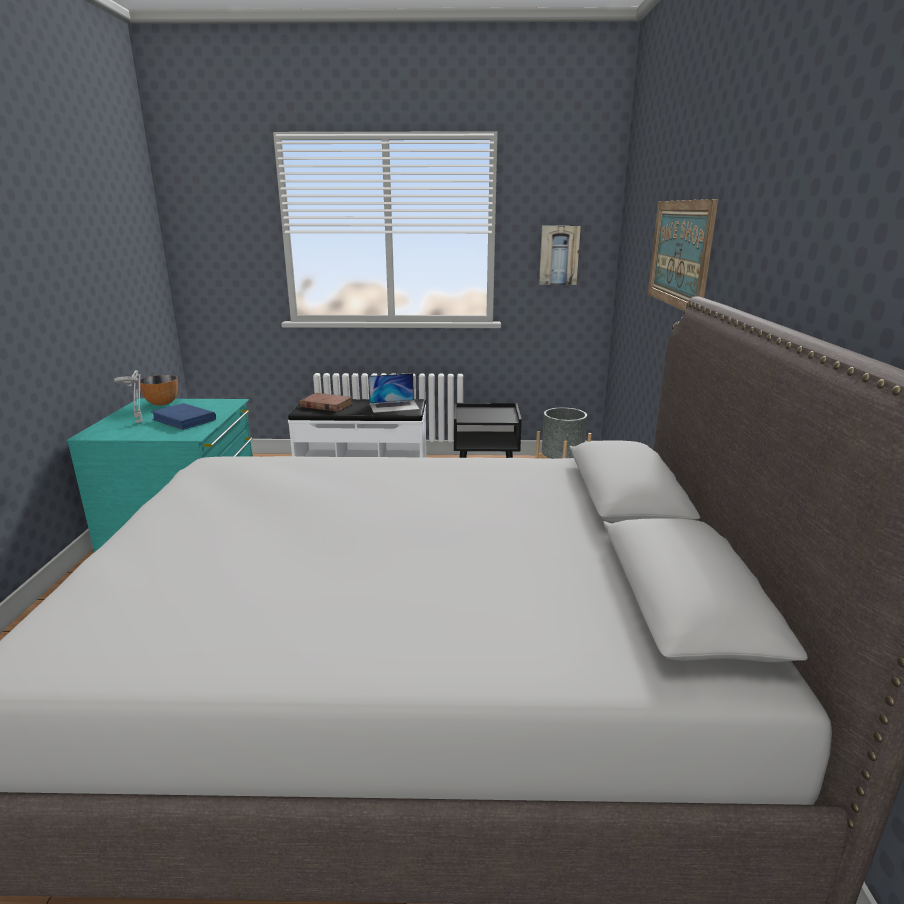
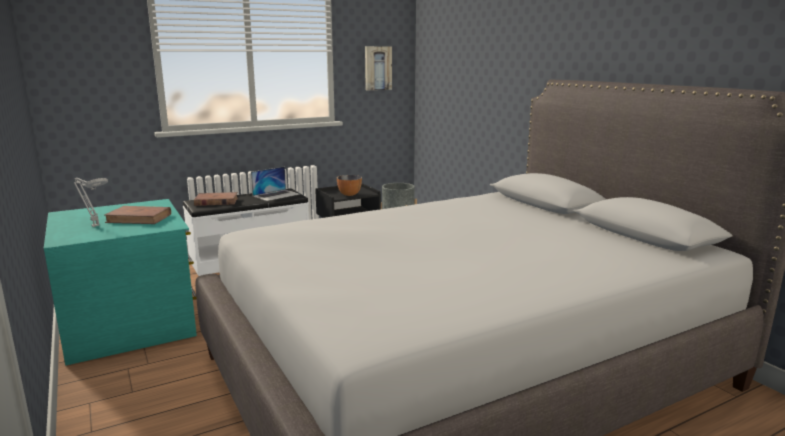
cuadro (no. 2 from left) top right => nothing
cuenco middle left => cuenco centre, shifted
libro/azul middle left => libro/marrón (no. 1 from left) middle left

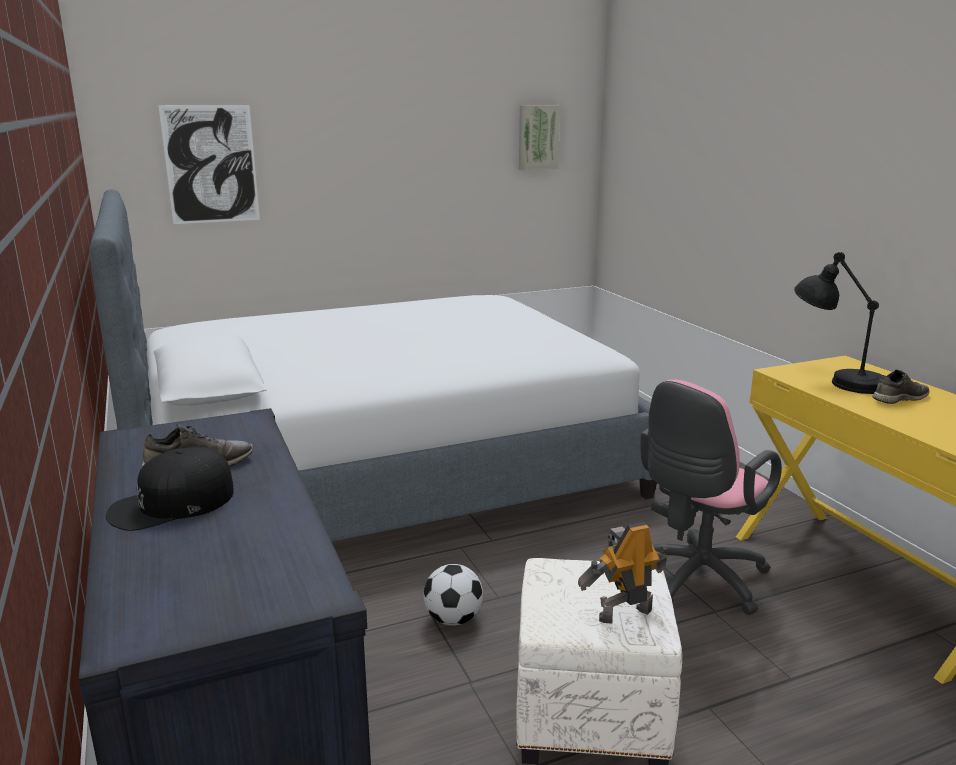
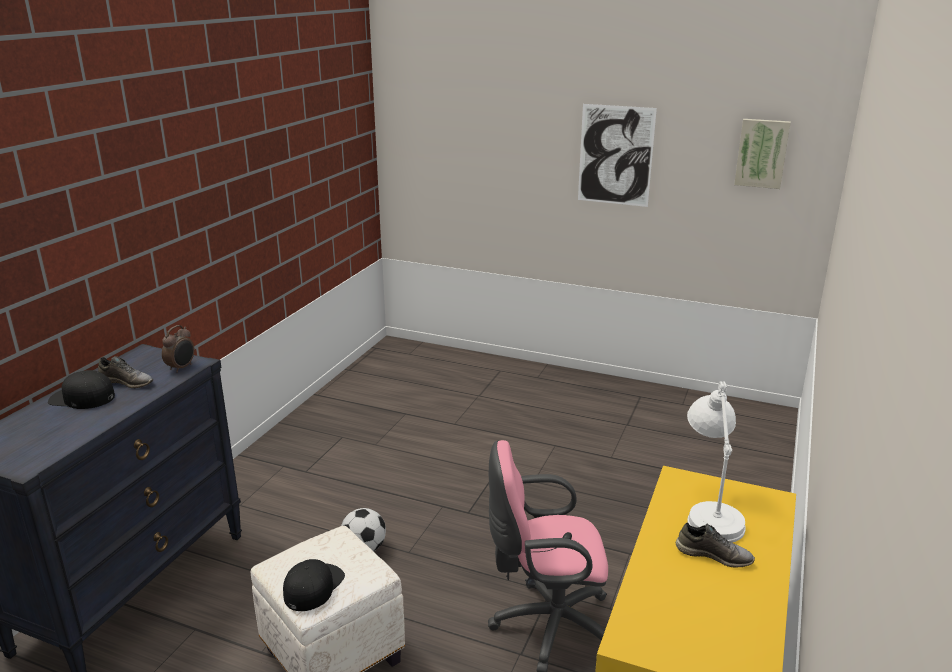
cuadro (no. 1 from left) top left => cuadro (no. 1 from left) top centre, shifted
cama centre => nothing
lámpara de mesa/negro middle right => lámpara de mesa/blanco bottom right
robot de juguete bottom centre => gorra/negro (no. 2 from left) bottom left
nothing => despertador middle left

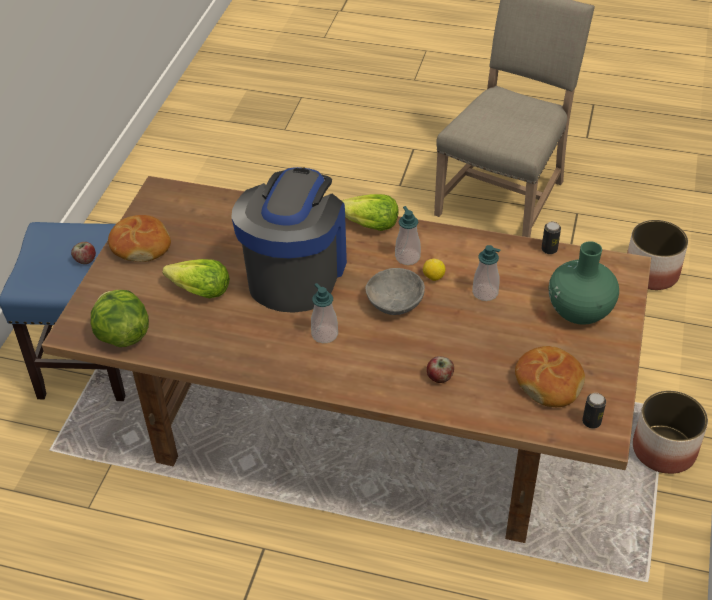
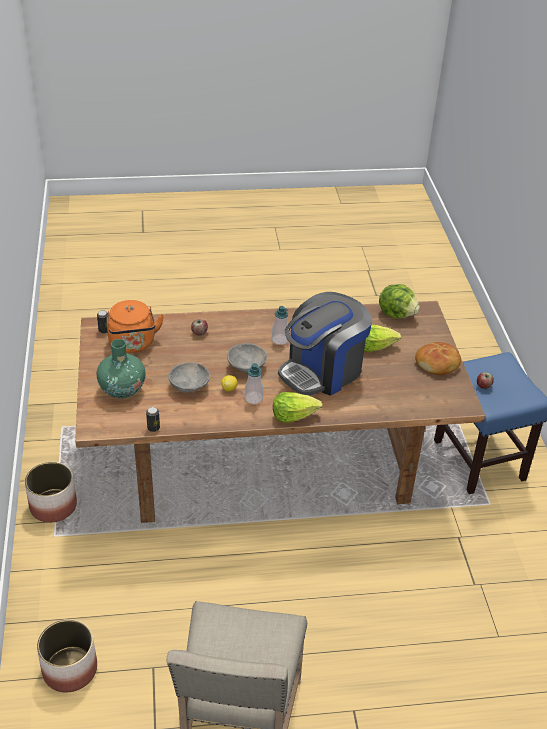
cafetera centre, 60 degrees clockwise
dispensador de jabón (no. 3 from left) middle right => cuenco/gris (no. 1 from left) centre
pan (no. 2 from left) middle right => hervidor/naranja middle left

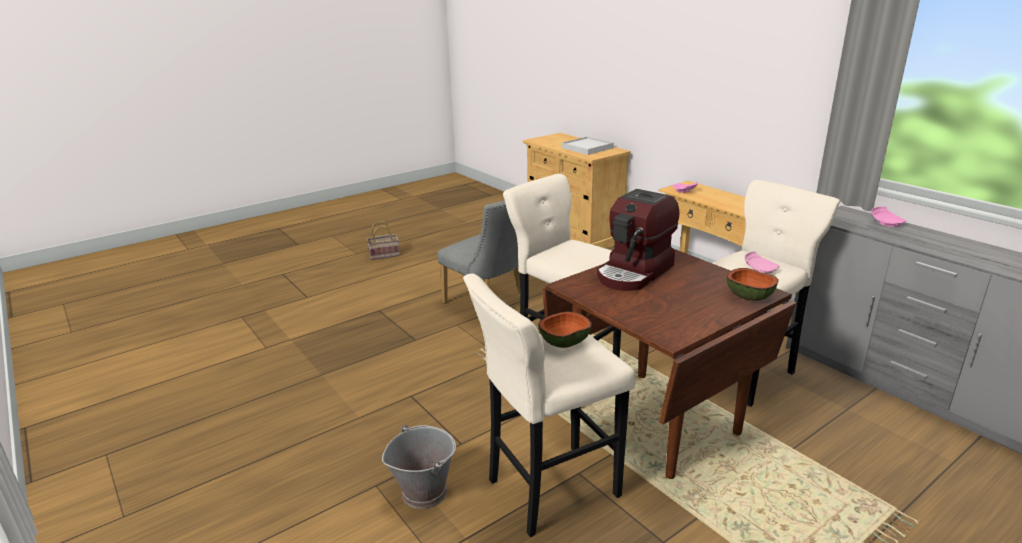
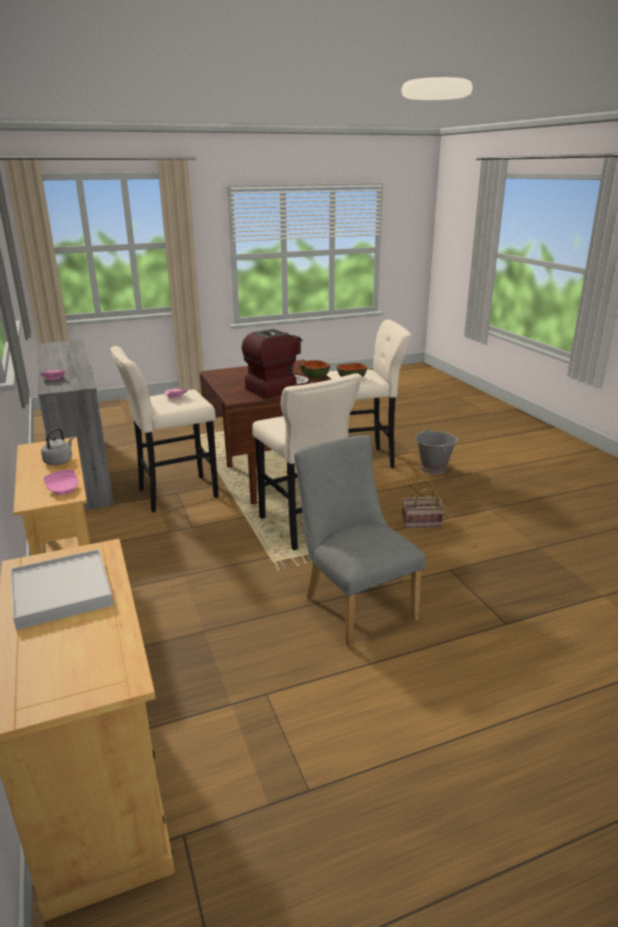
cesta centre => cesta middle right, shifted
cuenco (no. 2 from left in the first image) middle right => cuenco (no. 1 from left) centre, shifted
nothing => hervidor/gris middle left

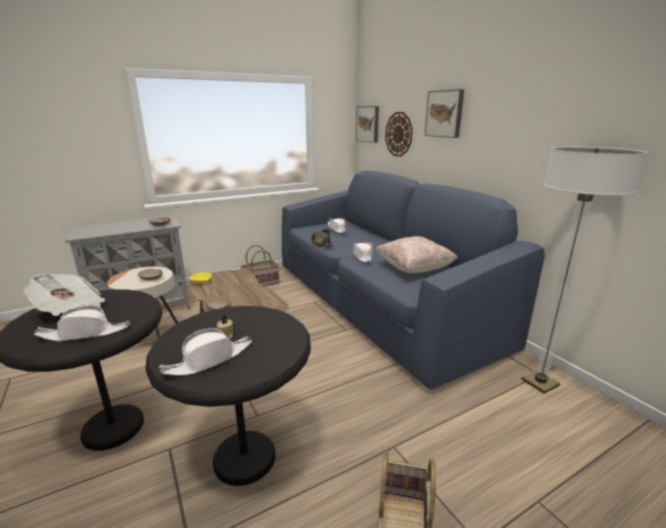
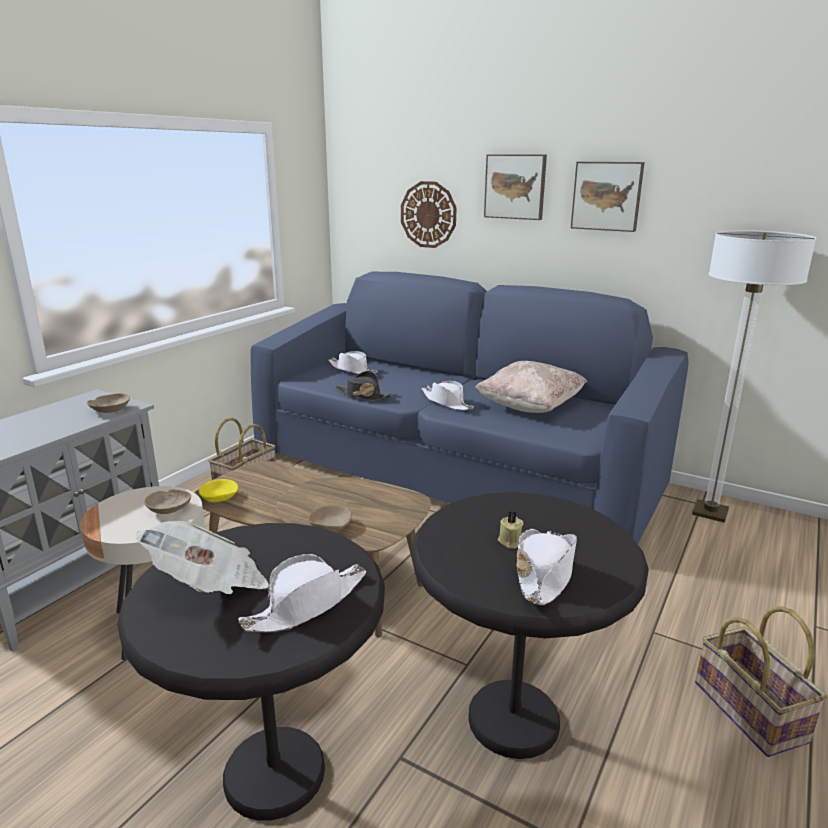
cuadro (no. 1 from left in the first image) top centre => cuadro (no. 2 from left) top right, shifted

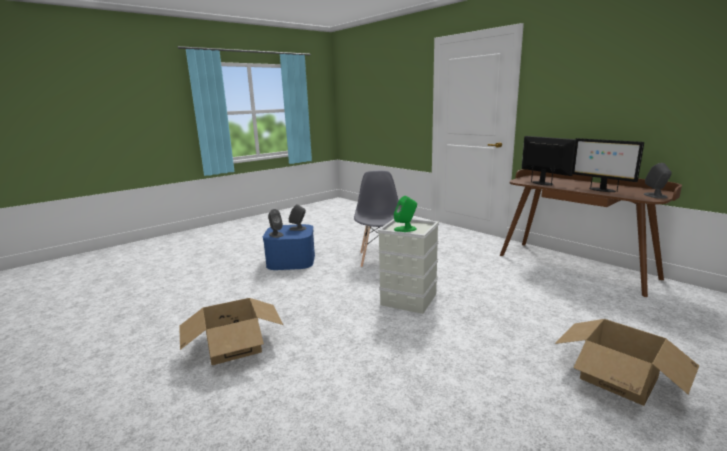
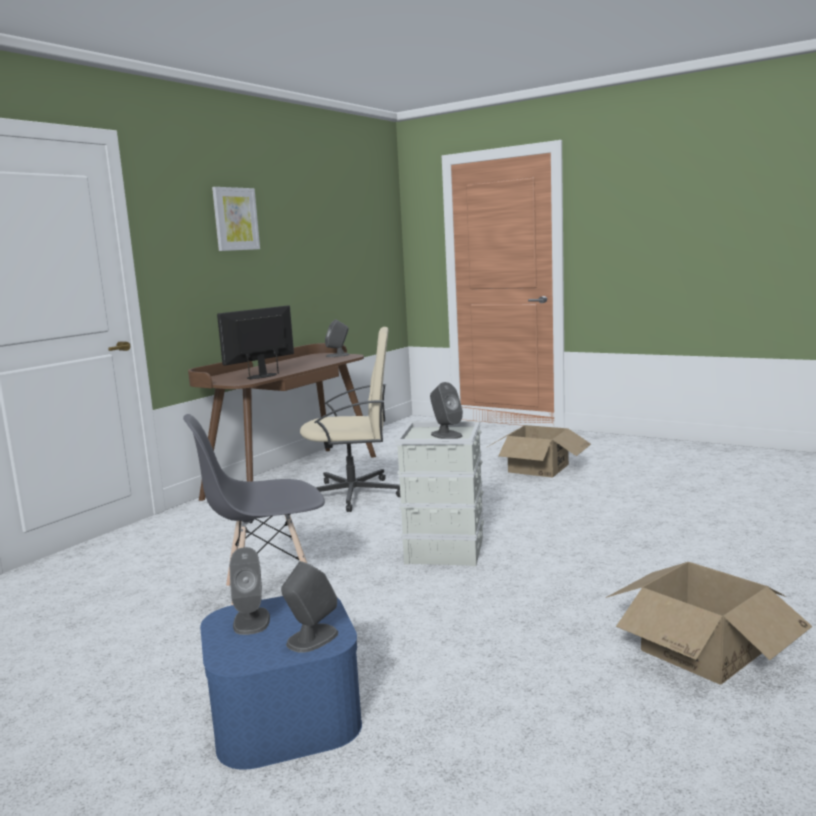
monitor (no. 2 from left) middle right => nothing
altavoz/verde centre => altavoz/gris (no. 4 from left) centre
nothing => cuadro top left
nothing => silla de oficina/beis centre

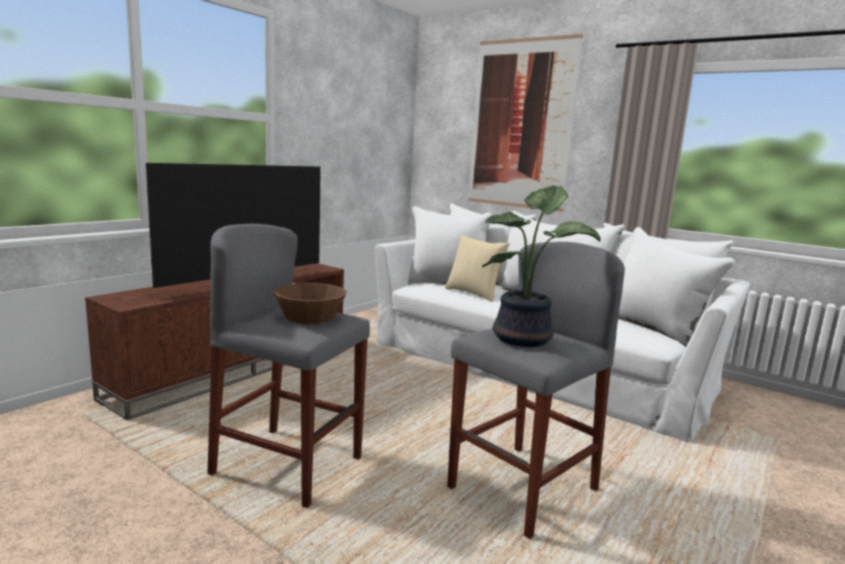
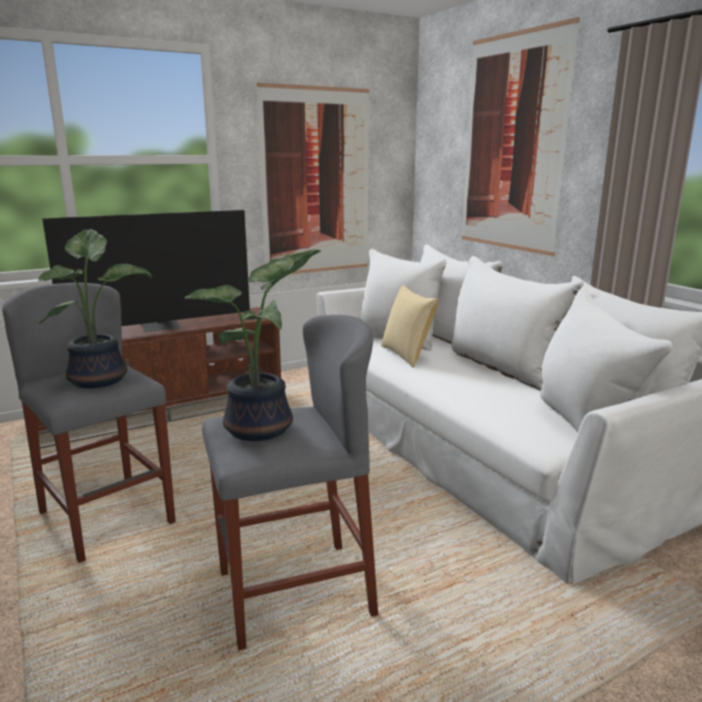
cuenco/marrón centre => planta en maceta (no. 1 from left) middle left
nothing => cuadro (no. 1 from left) top centre

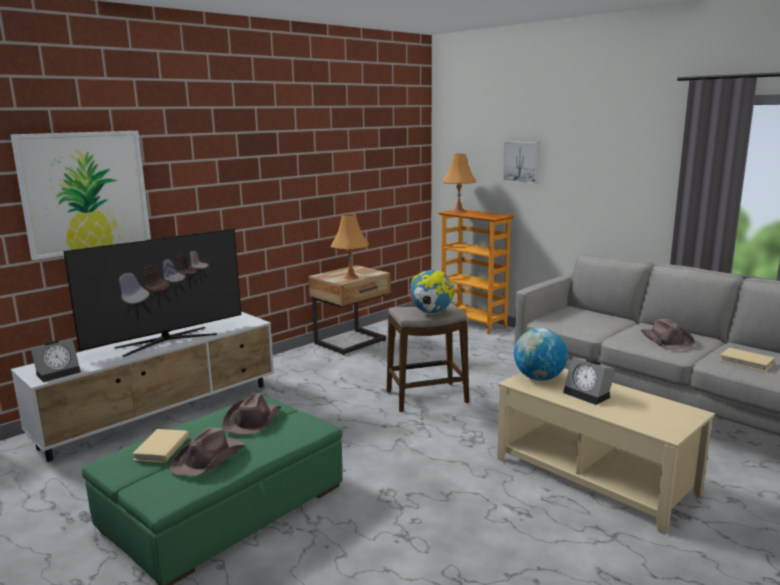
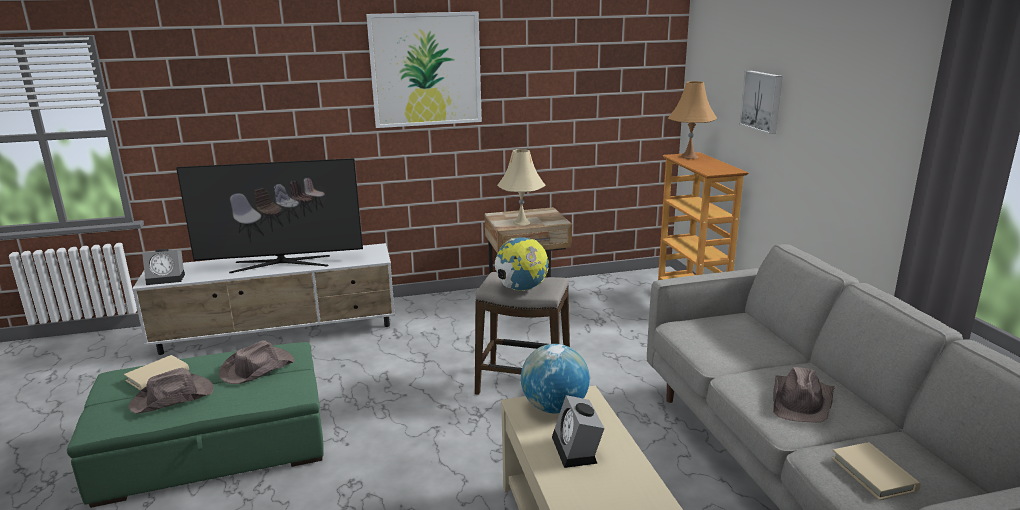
cuadro (no. 1 from left) middle left => cuadro (no. 1 from left) top centre, shifted
lámpara de mesa/naranja (no. 1 from left) centre => lámpara de mesa/beis centre

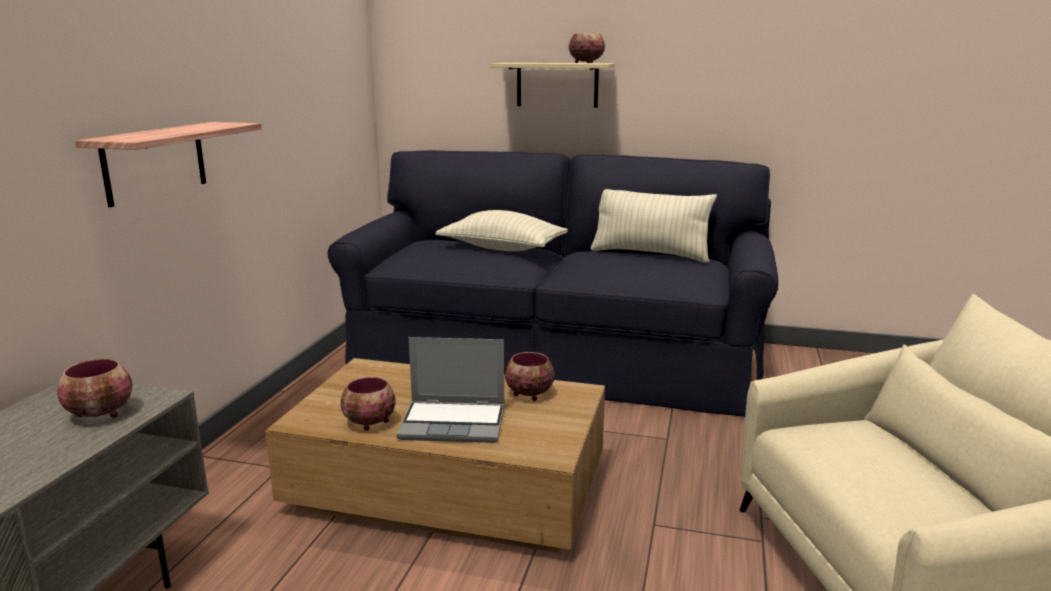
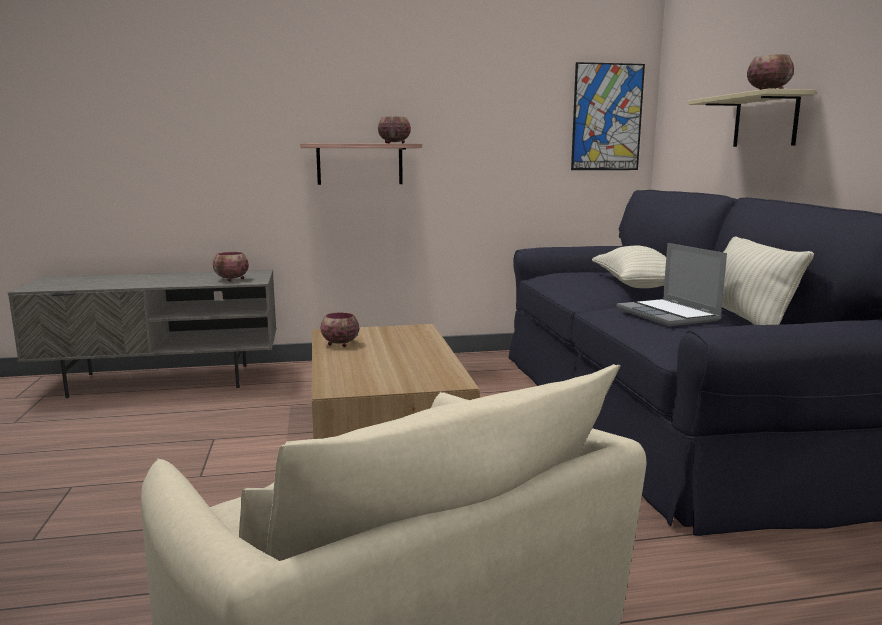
portátil centre => portátil middle right, shifted
cuenco (no. 3 from left) centre => cuenco (no. 3 from left) top centre, shifted
nothing => cuadro top right

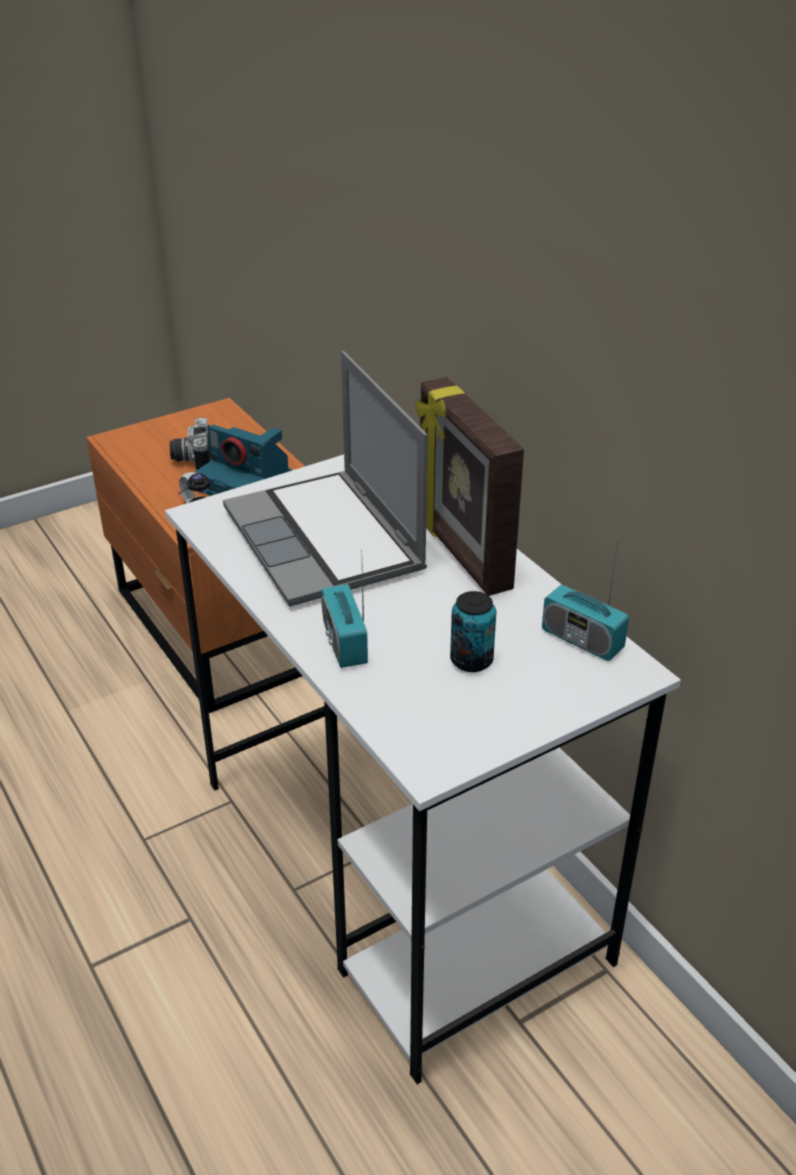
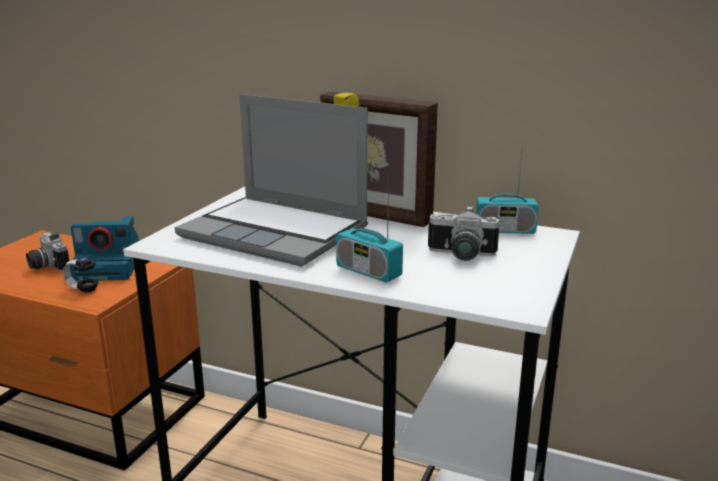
lata centre => cámara (no. 3 from left) centre

